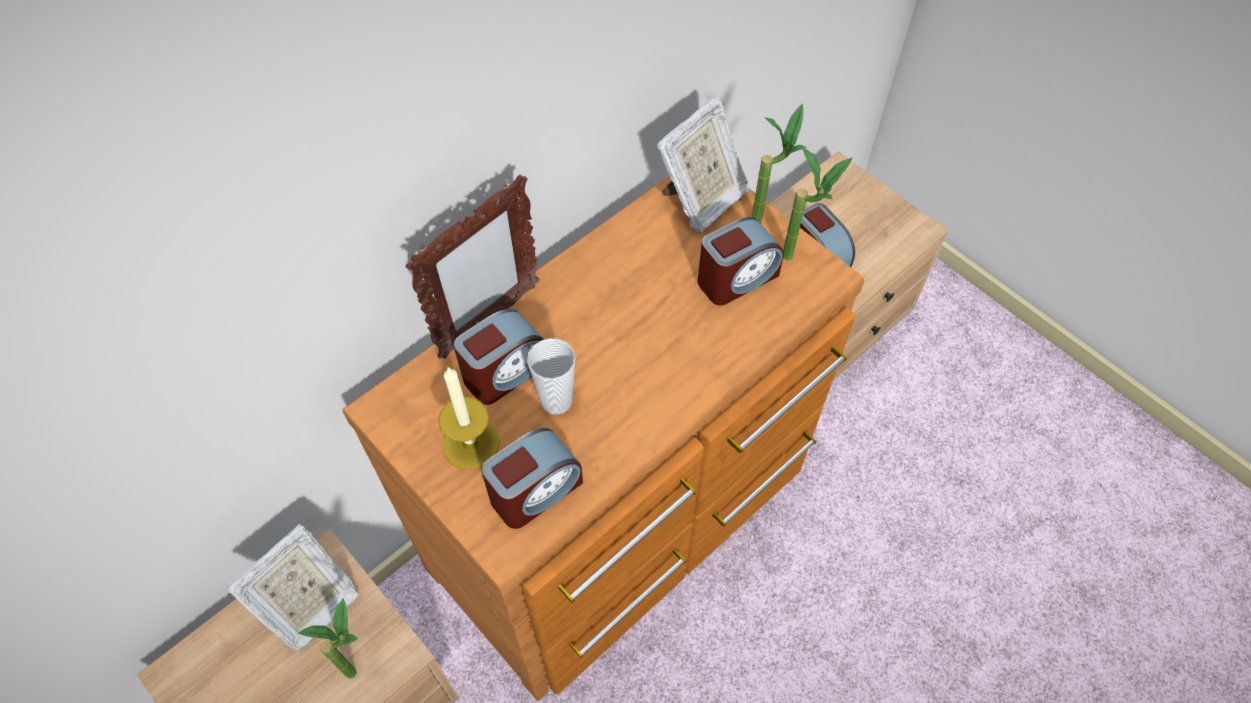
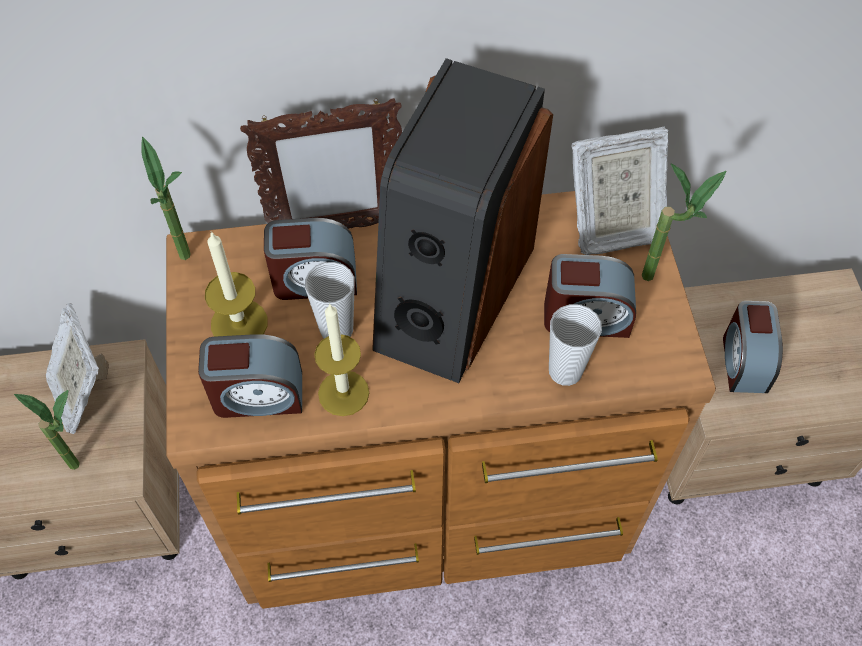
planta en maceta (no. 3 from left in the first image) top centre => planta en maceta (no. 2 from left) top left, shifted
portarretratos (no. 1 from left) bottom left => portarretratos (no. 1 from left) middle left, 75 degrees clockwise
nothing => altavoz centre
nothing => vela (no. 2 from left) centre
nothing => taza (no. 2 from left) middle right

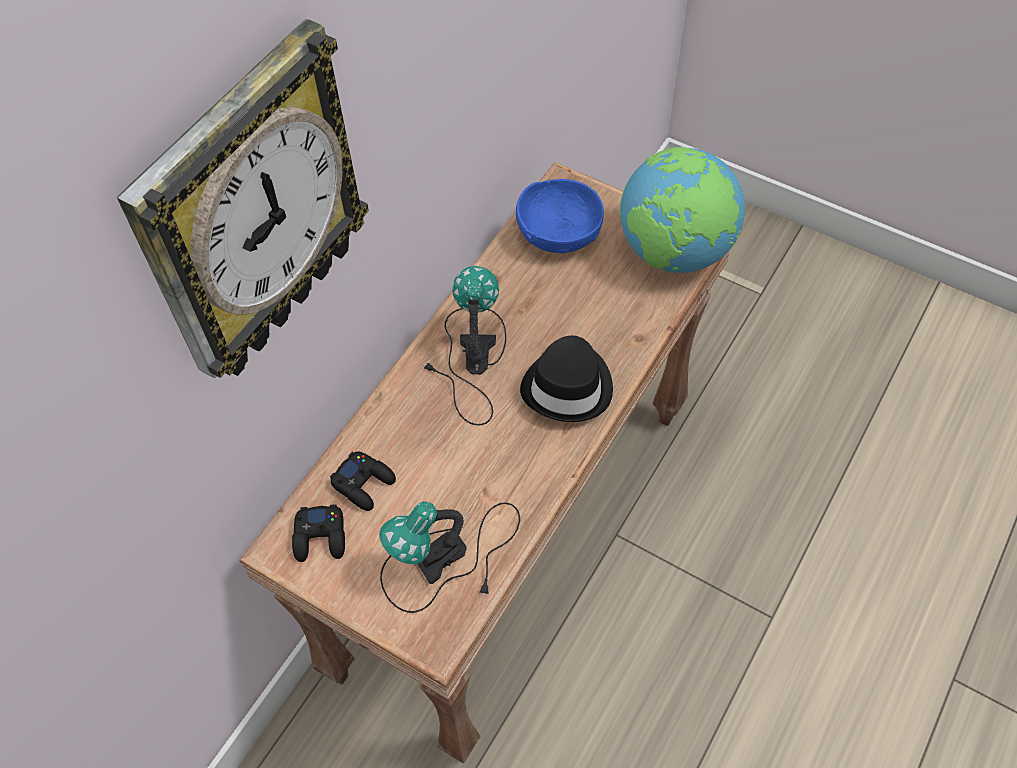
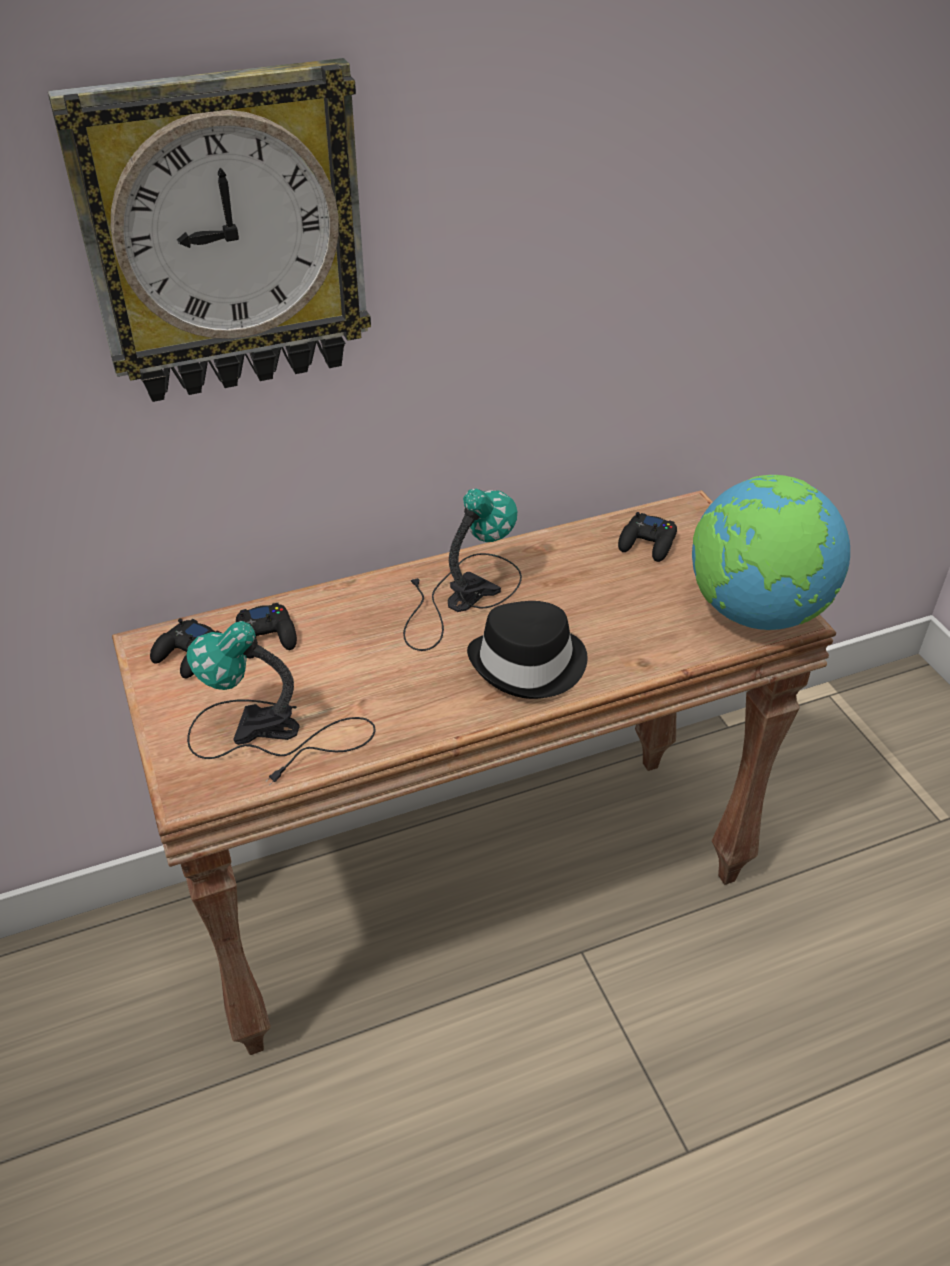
cuenco/azul top centre => mando de consola/negro (no. 3 from left) middle right

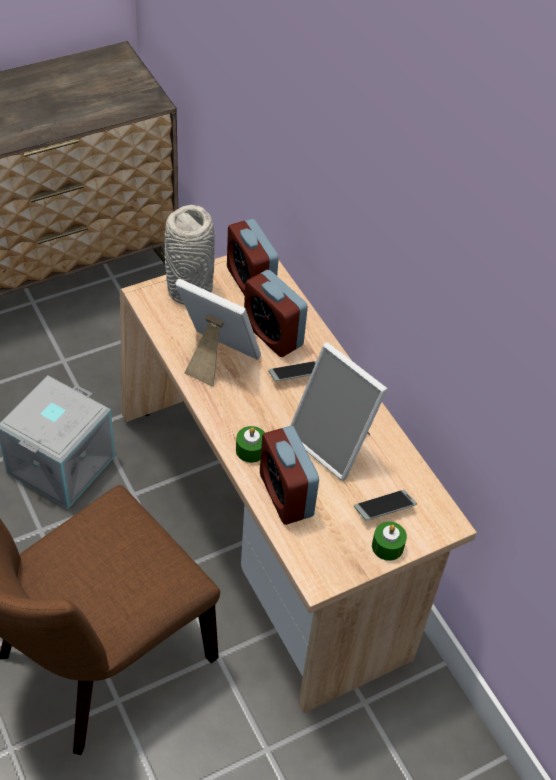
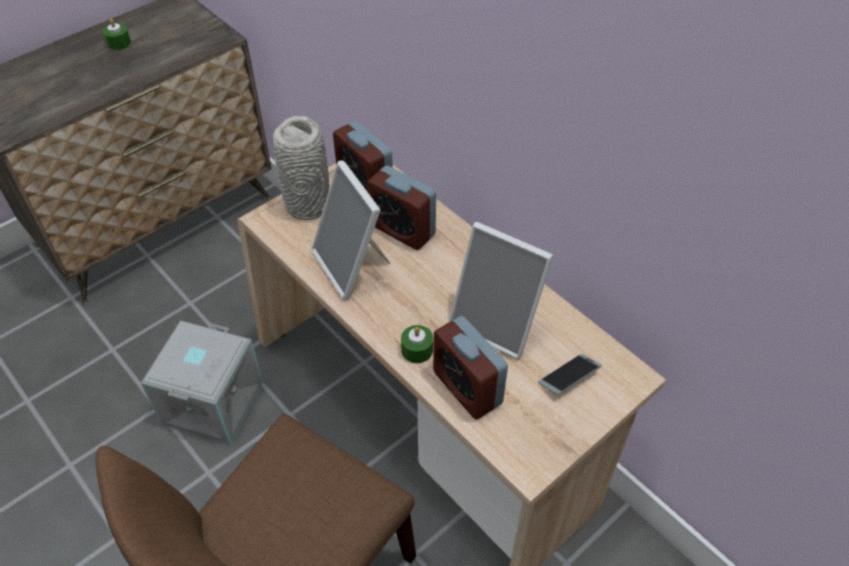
portarretratos (no. 1 from left) centre, 135 degrees counterclockwise
móvil (no. 1 from left) centre => nothing
vela/verde (no. 2 from left in the first image) bottom right => vela/verde (no. 1 from left) top left, shifted

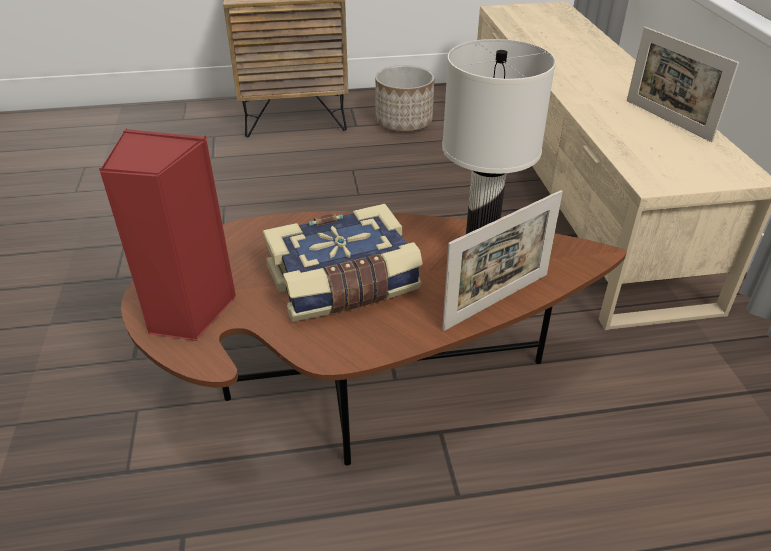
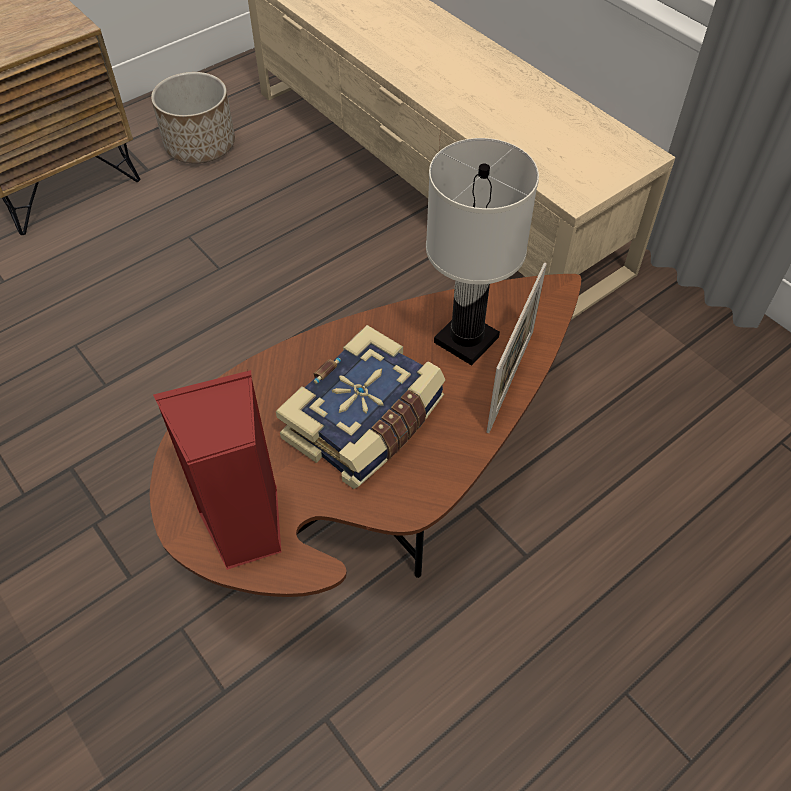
portarretratos (no. 2 from left) top right => nothing

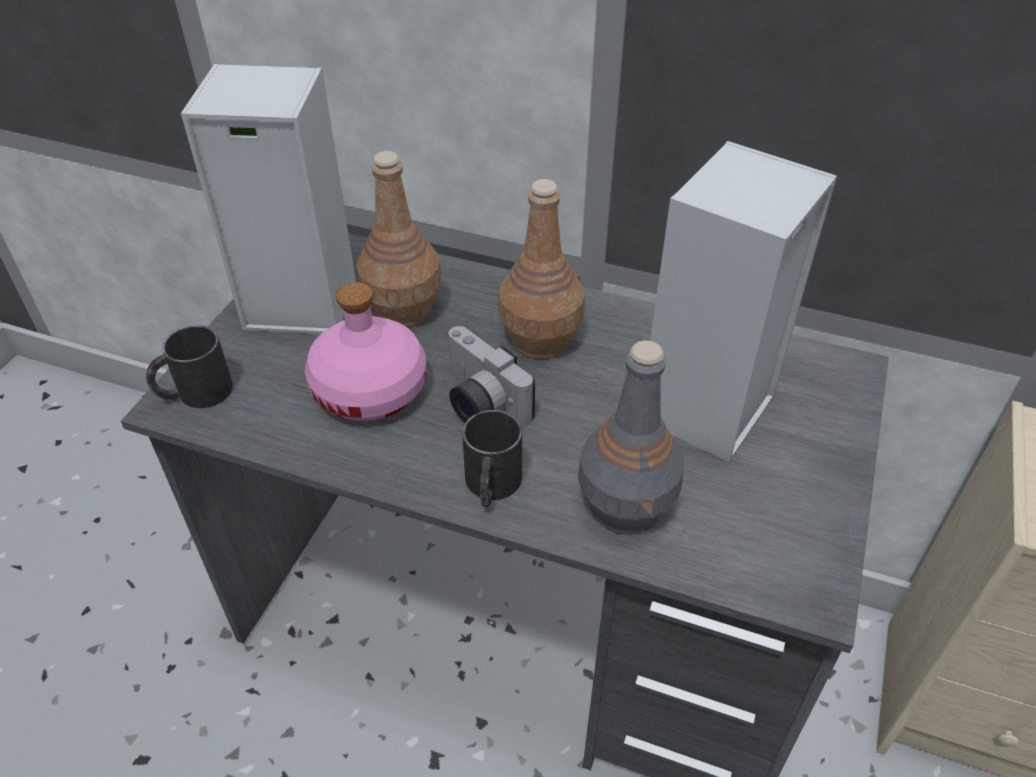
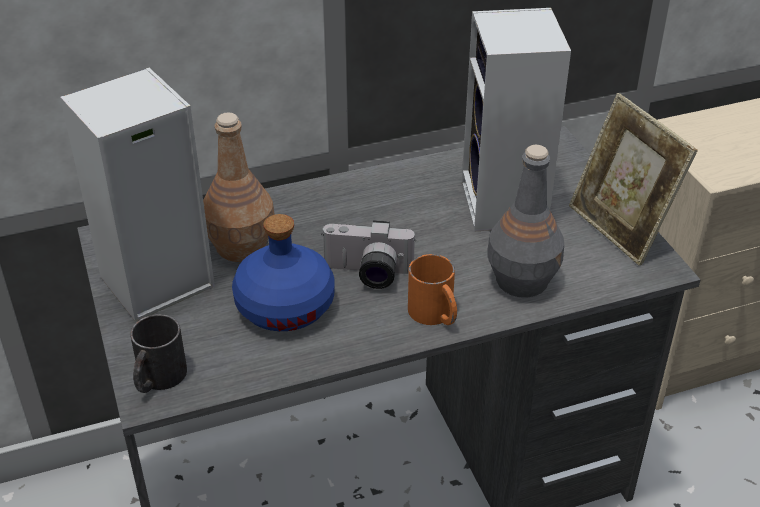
botella/marrón (no. 2 from left) centre => nothing
botella/rosa centre => botella/azul centre
taza grande/negro (no. 2 from left) centre => taza grande/naranja centre
nothing => portarretratos middle right

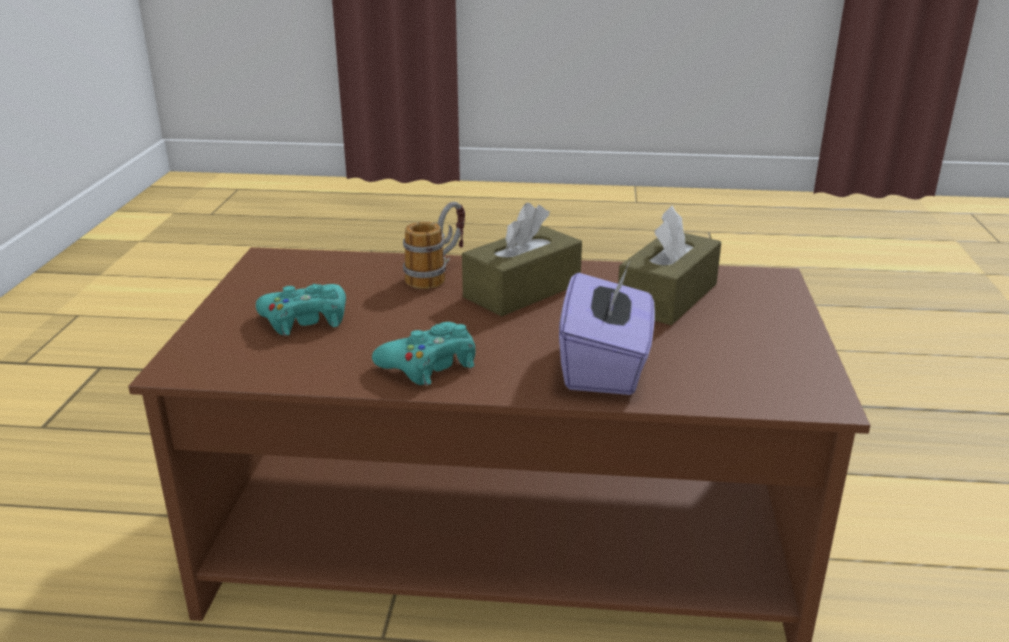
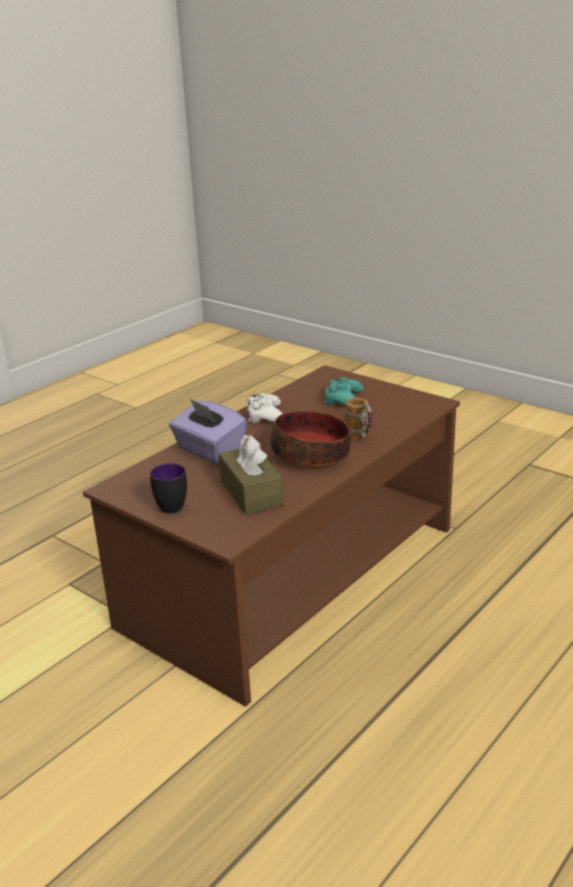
caja de pañuelos/marrón (no. 1 from left) centre => cuenco centre
mando de consola/turquesa (no. 2 from left) centre => mando de consola/blanco centre
nothing => taza grande (no. 1 from left) middle left

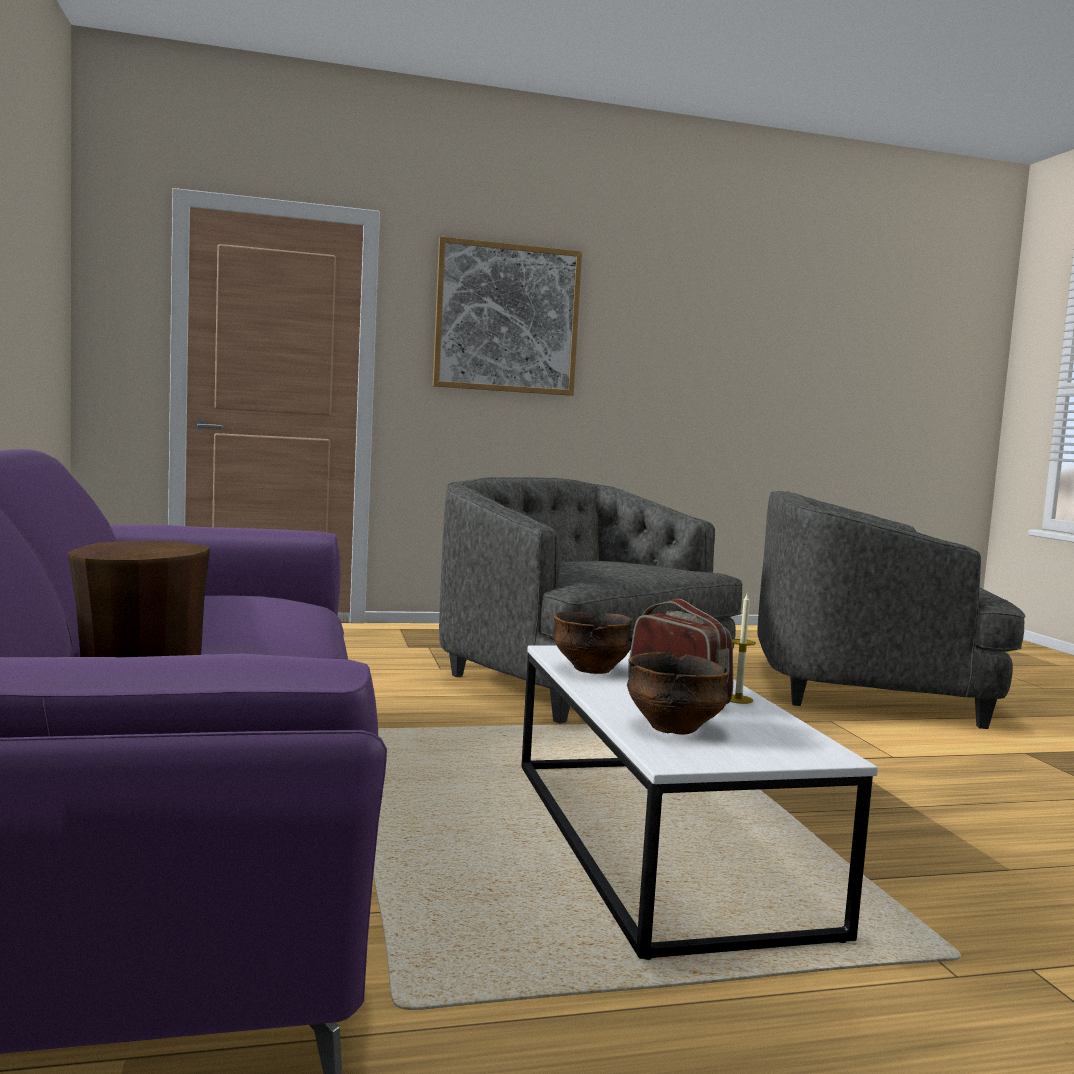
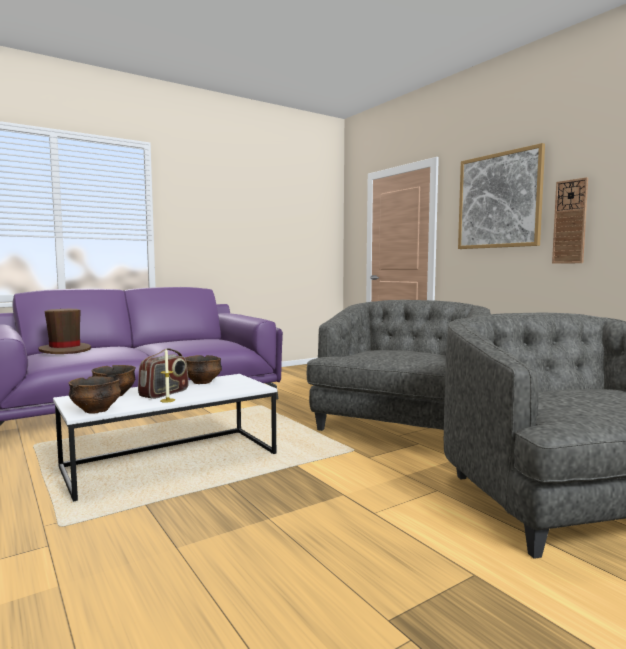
nothing => reloj de pared middle right
nothing => cuenco (no. 1 from left) middle left

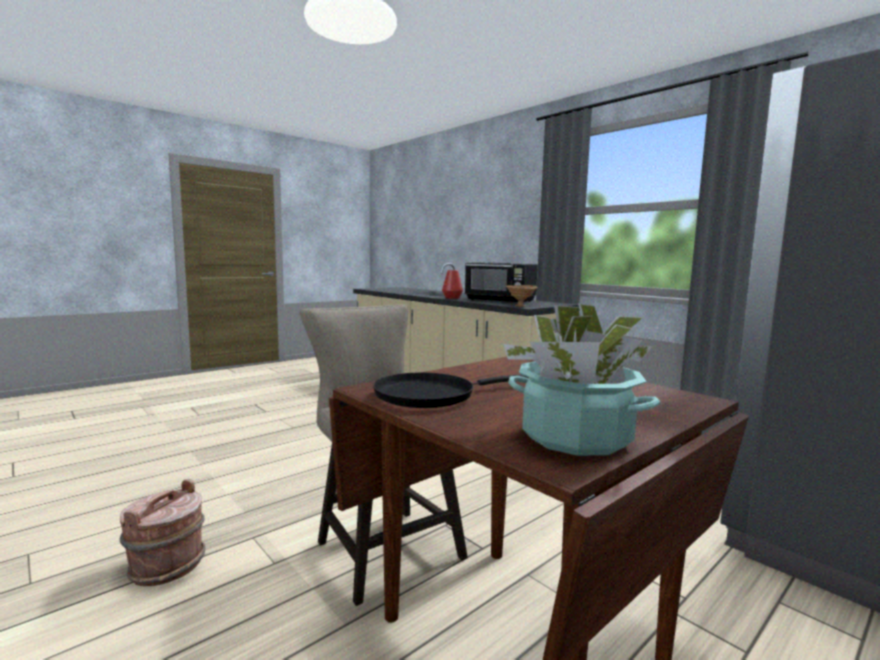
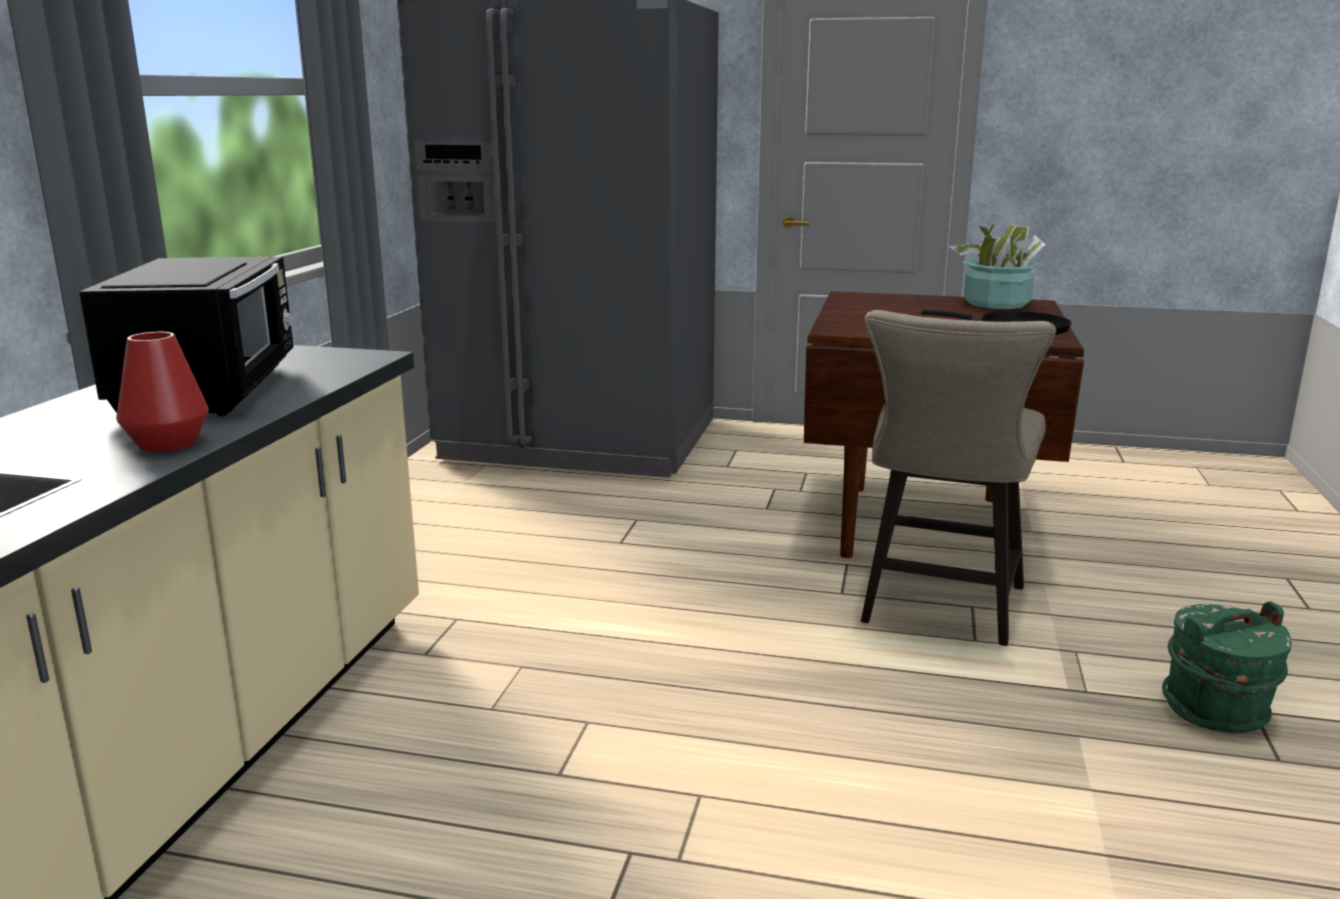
cuenco/marrón centre => nothing
cubo/marrón bottom left => cubo/verde bottom right

